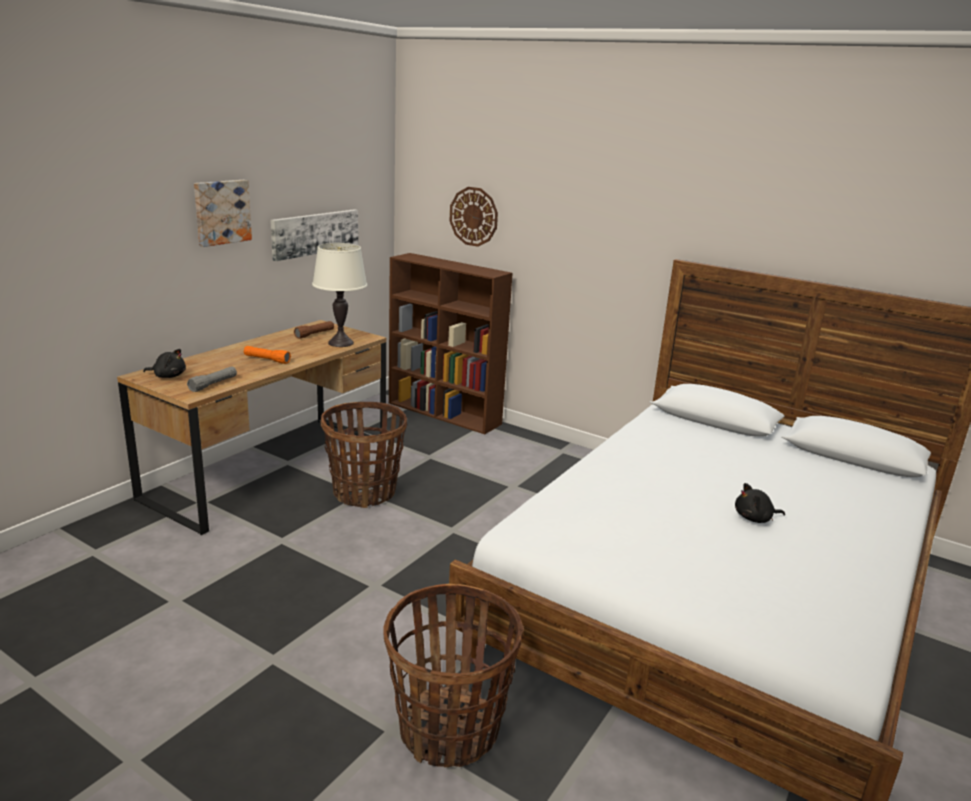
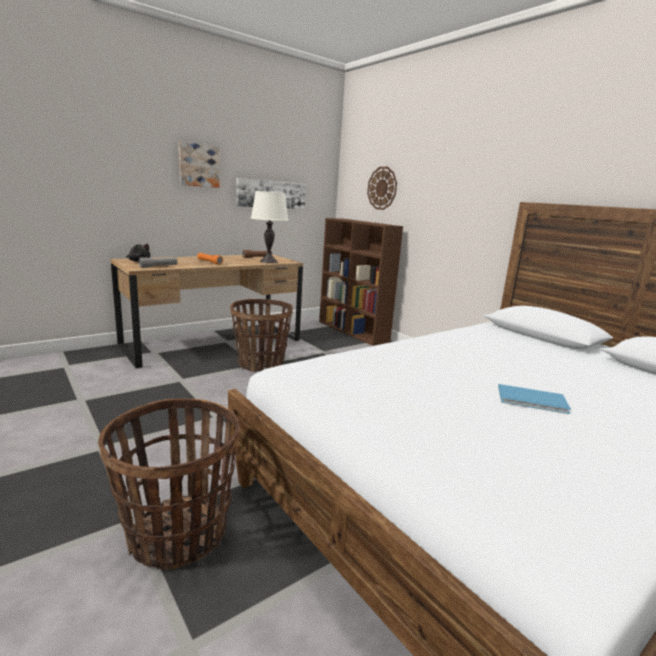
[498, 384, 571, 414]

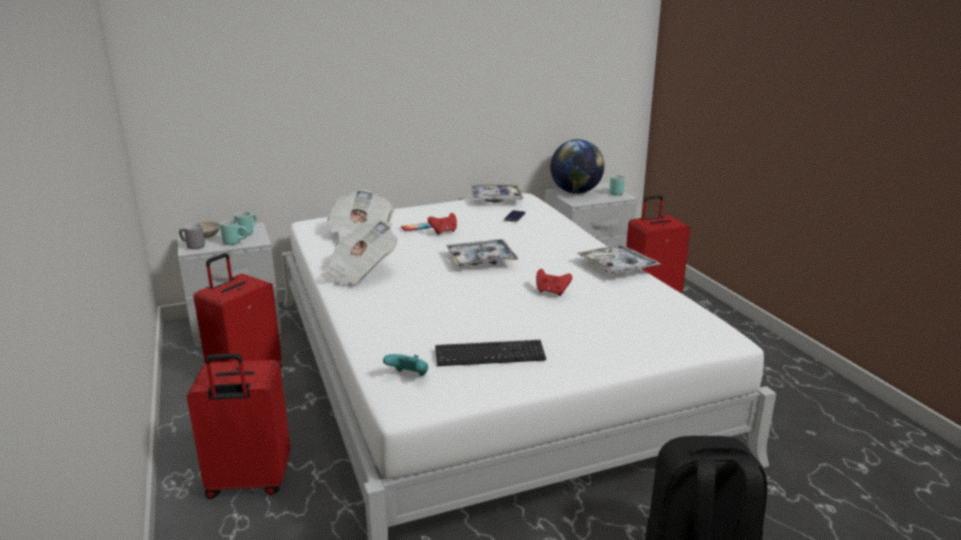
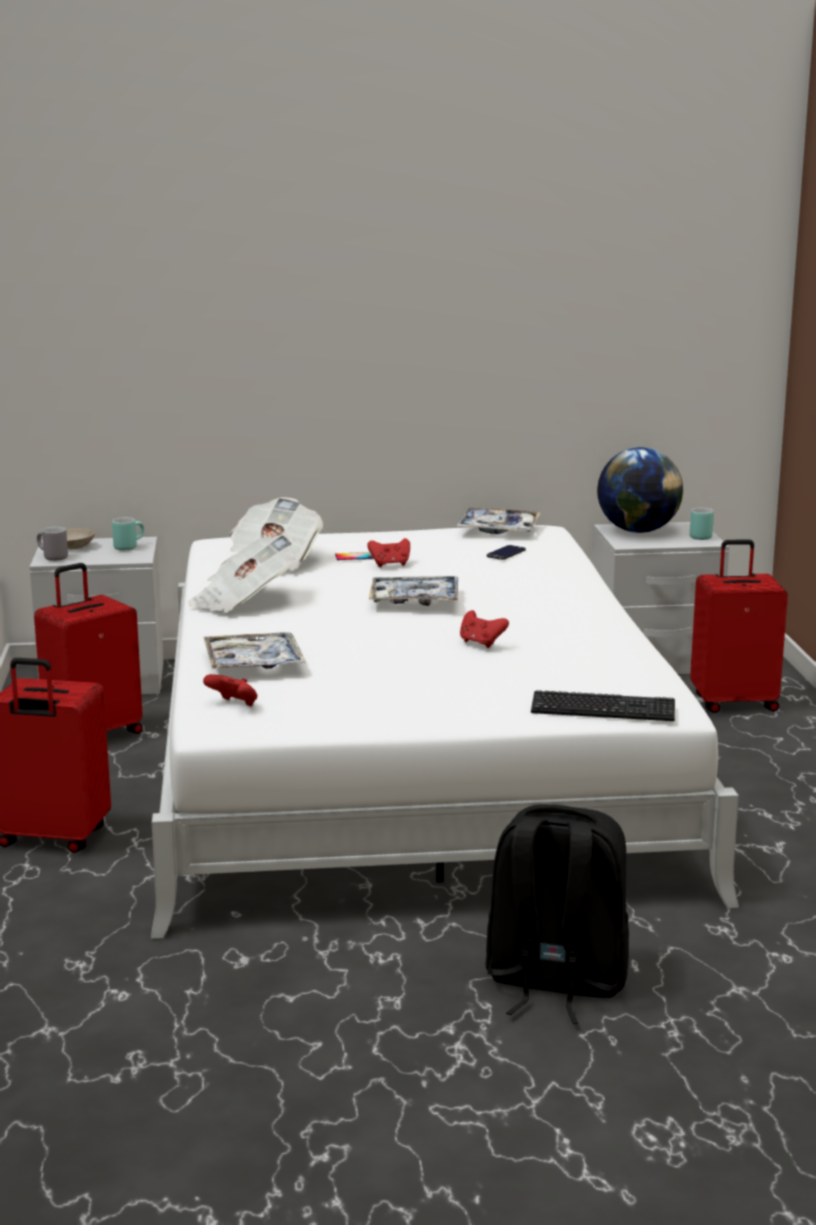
[220, 220, 248, 245] (first image)
[203, 674, 258, 707]
[531, 690, 675, 721]
[203, 632, 306, 669]

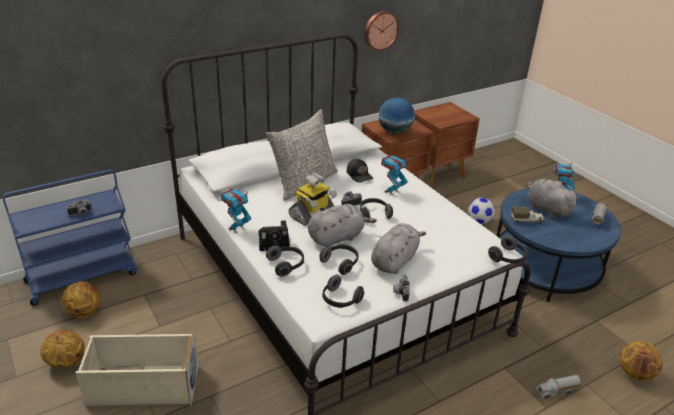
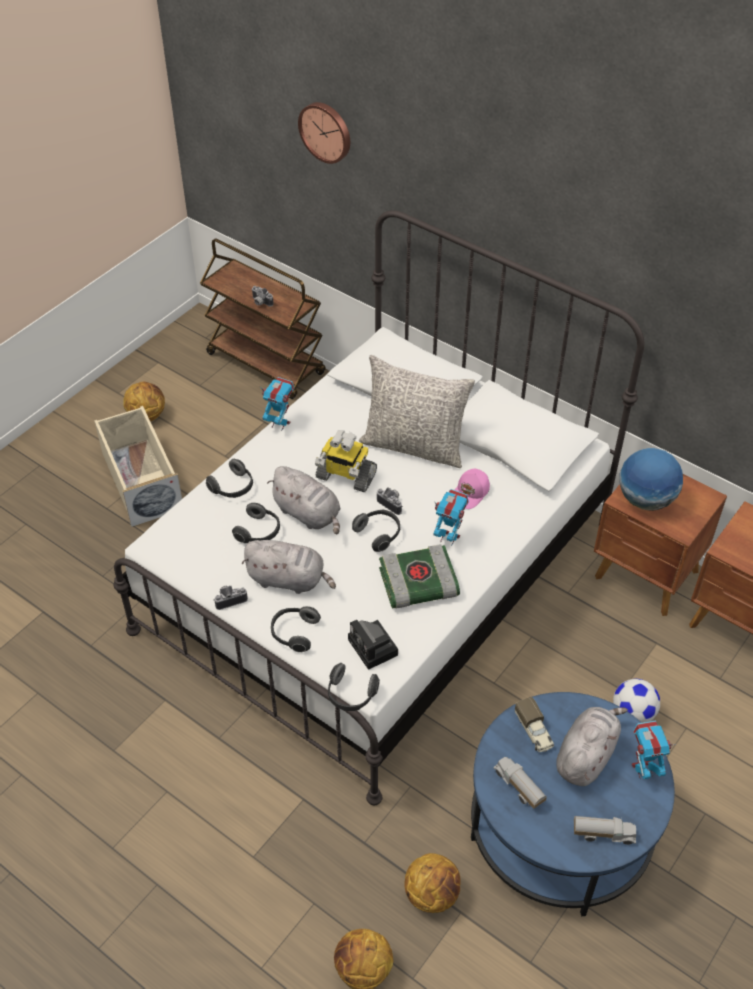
[200, 238, 326, 399]
[404, 853, 461, 913]
[348, 620, 398, 670]
[271, 607, 321, 652]
[455, 469, 490, 509]
[298, 102, 350, 164]
[493, 757, 547, 809]
[379, 544, 460, 609]

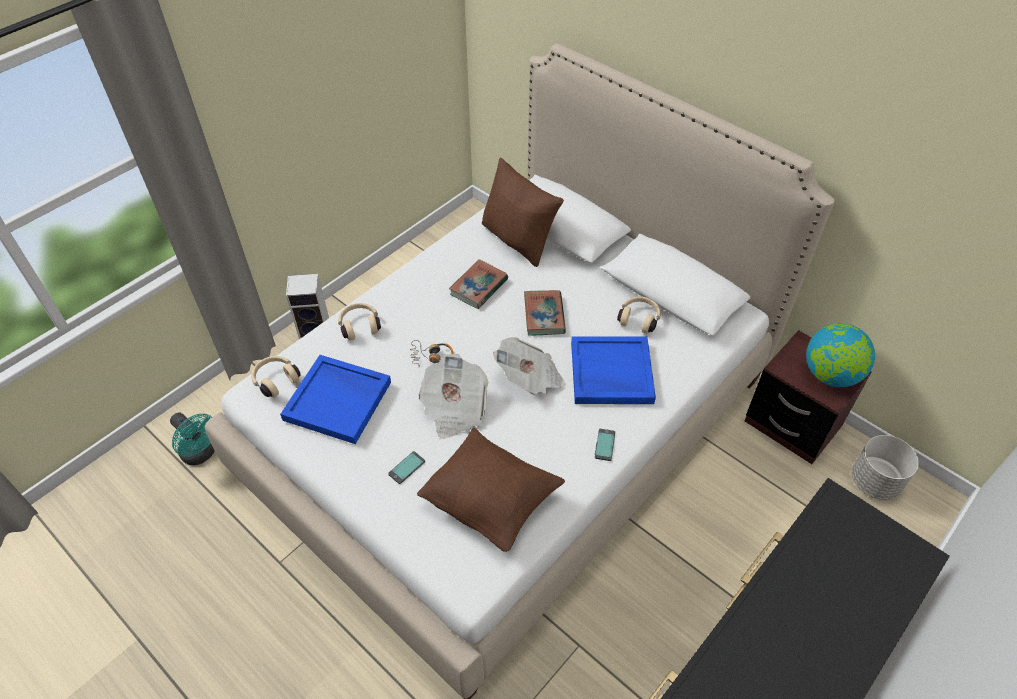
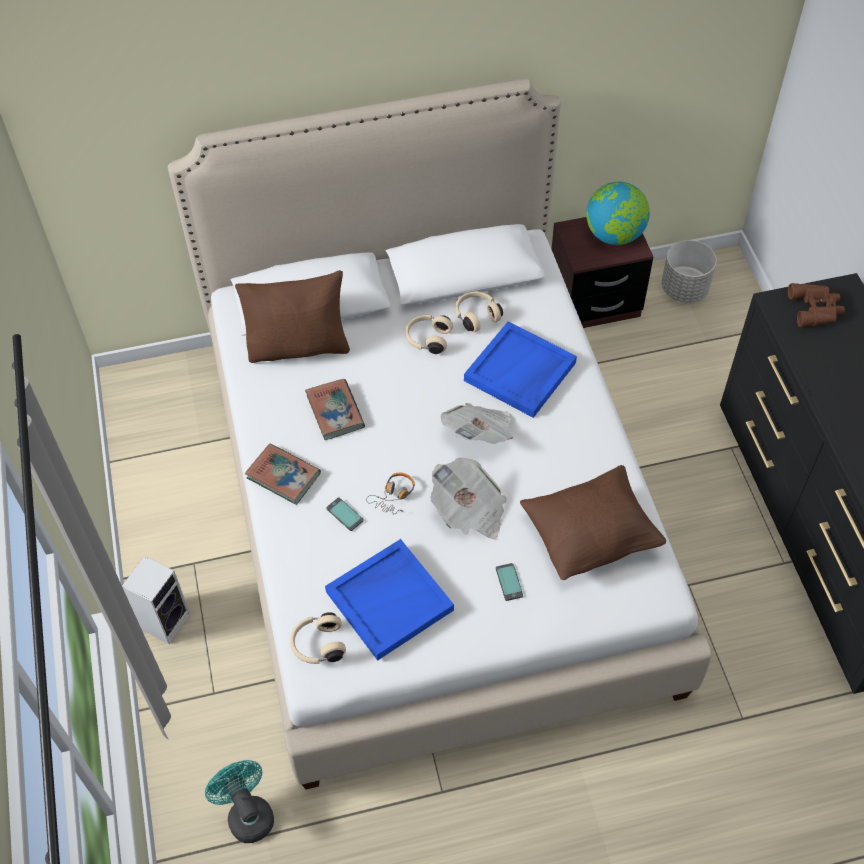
[205, 760, 274, 843]
[405, 315, 453, 354]
[245, 443, 321, 505]
[326, 497, 363, 531]
[788, 283, 845, 327]

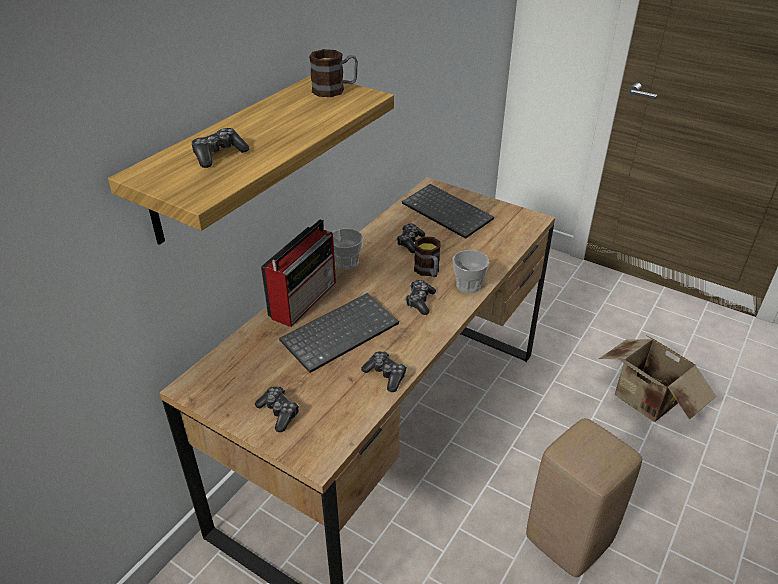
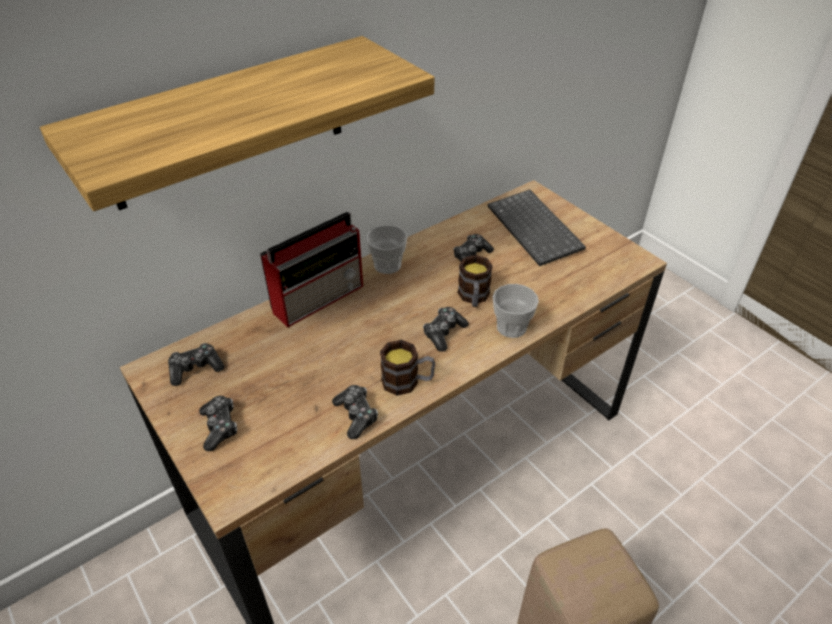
[168, 343, 224, 386]
[279, 293, 399, 373] (first image)
[380, 340, 435, 396]
[599, 335, 717, 422] (first image)

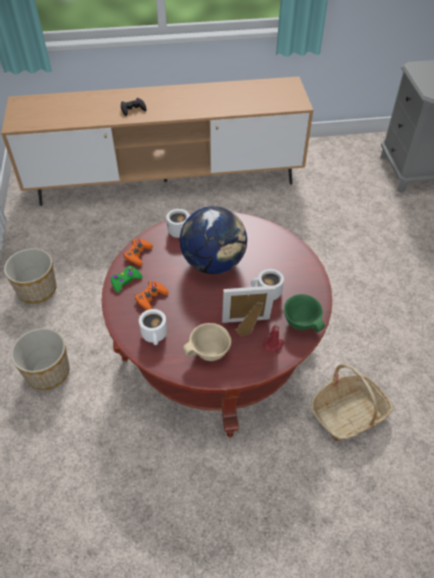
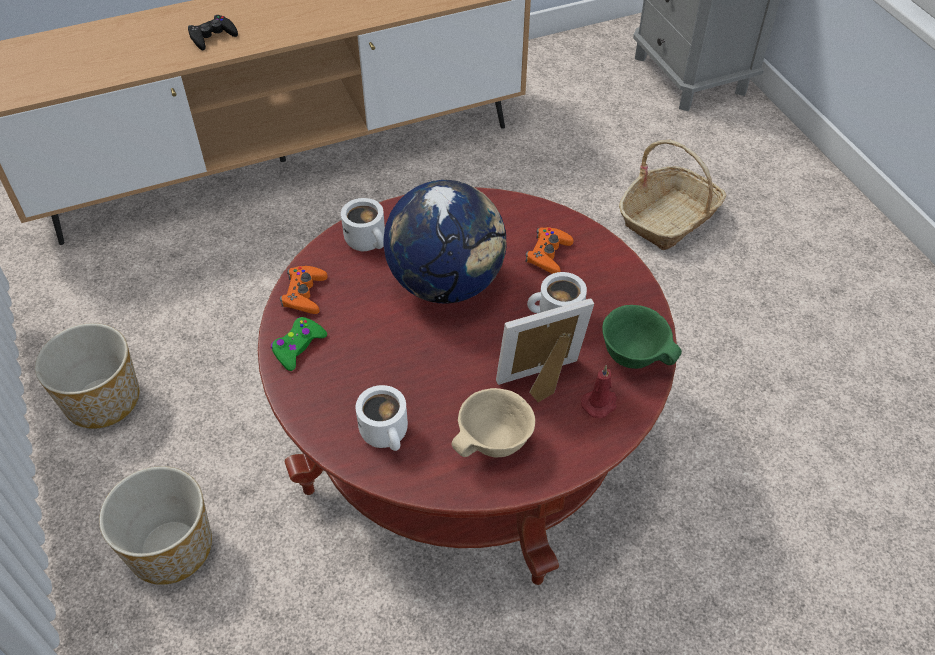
[526, 227, 574, 274]
[619, 139, 726, 250]

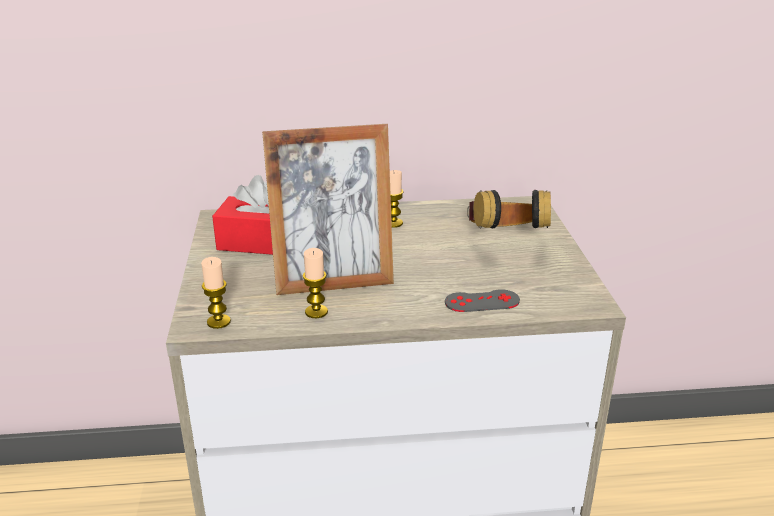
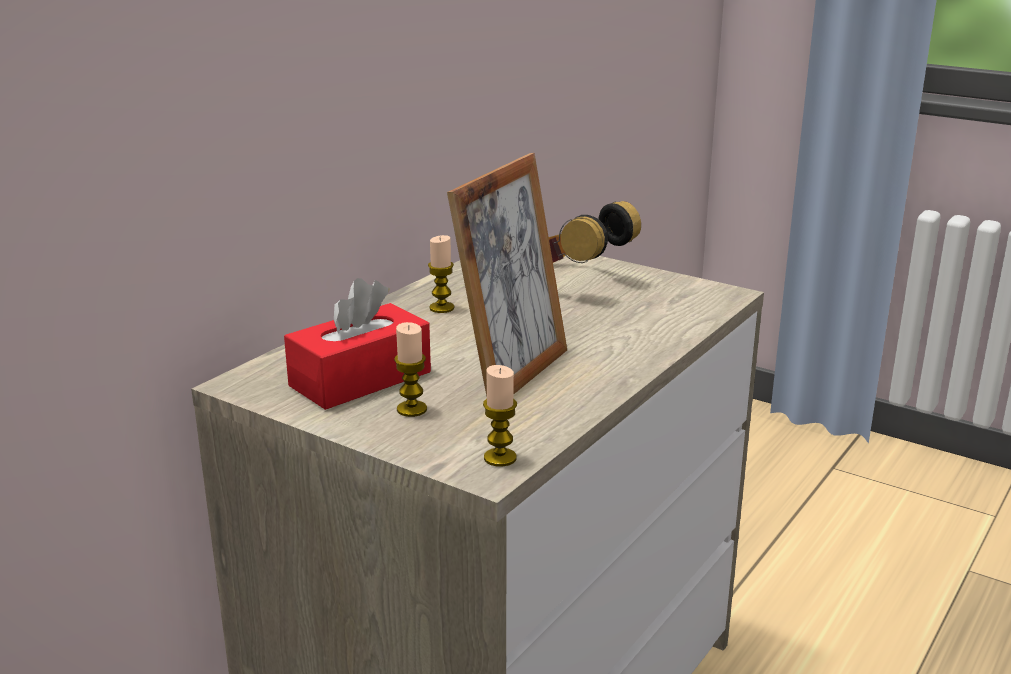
[394, 322, 427, 417]
[445, 289, 520, 312] (first image)

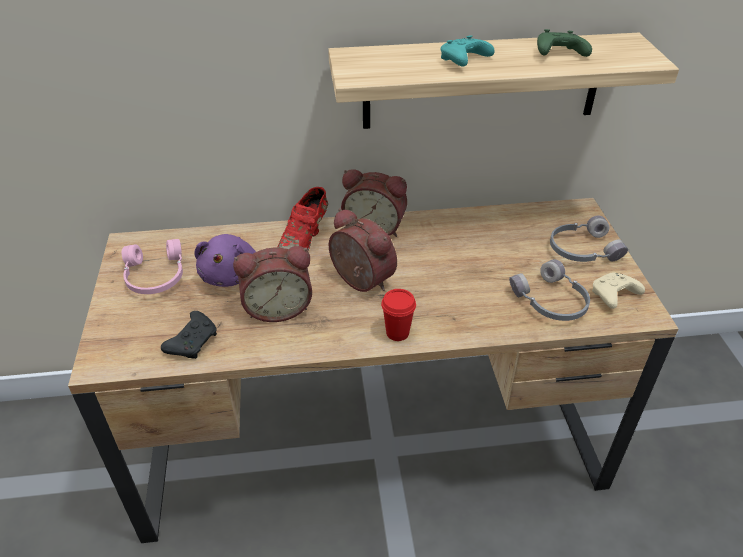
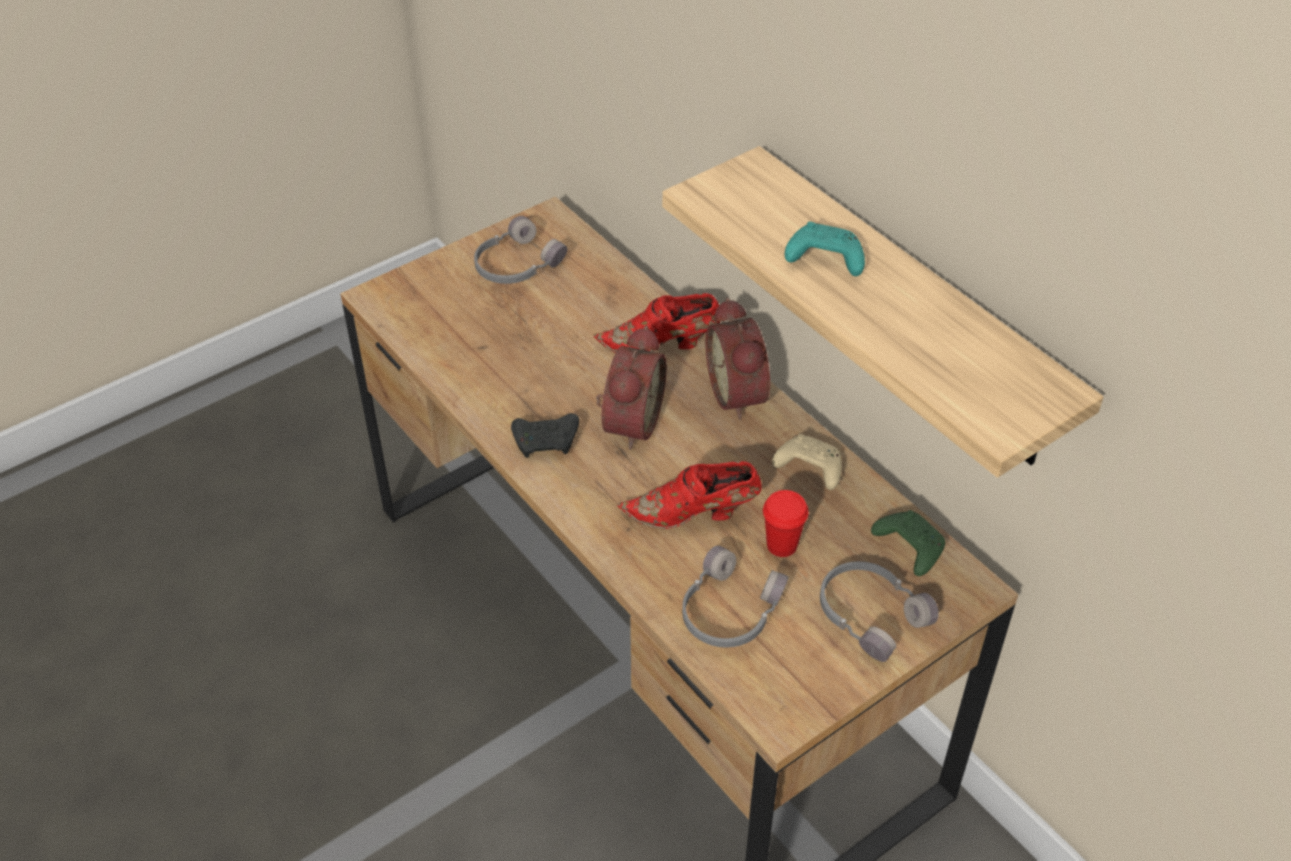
[474, 216, 568, 284]
[511, 413, 579, 458]
[194, 234, 256, 287] (first image)
[233, 246, 312, 322] (first image)
[763, 490, 809, 557]
[871, 510, 945, 576]
[772, 434, 842, 490]
[617, 461, 762, 529]

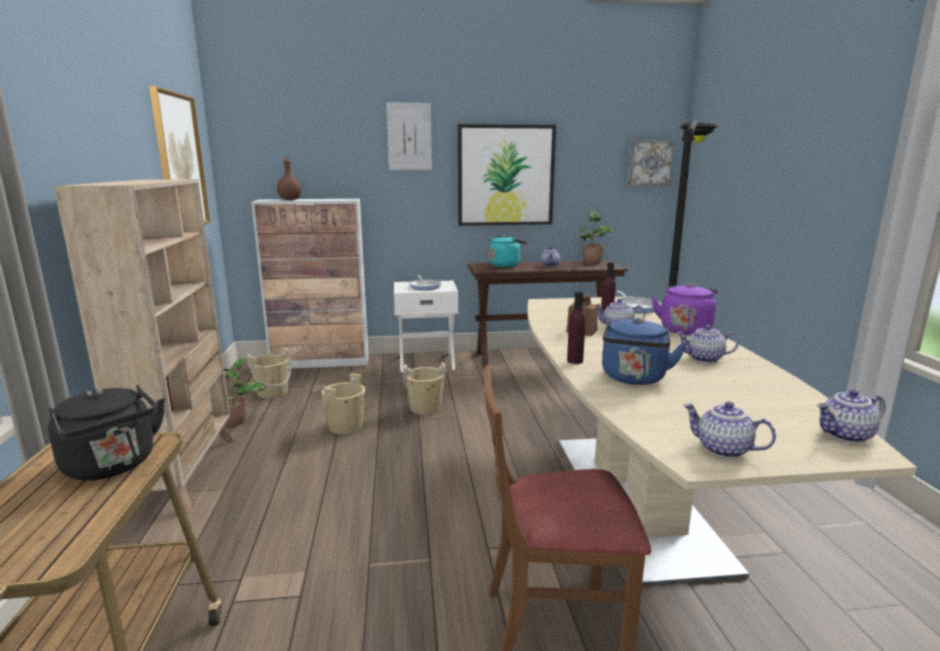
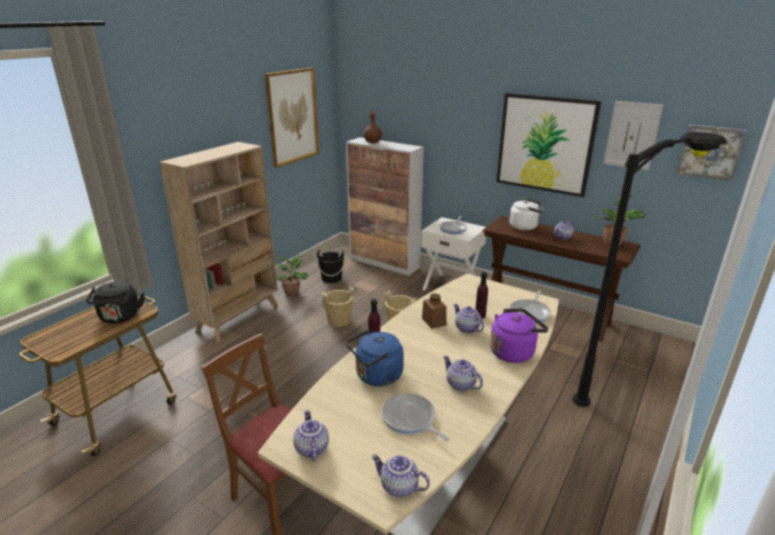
[316, 250, 345, 283]
[604, 101, 663, 170]
[509, 198, 543, 231]
[381, 393, 449, 441]

